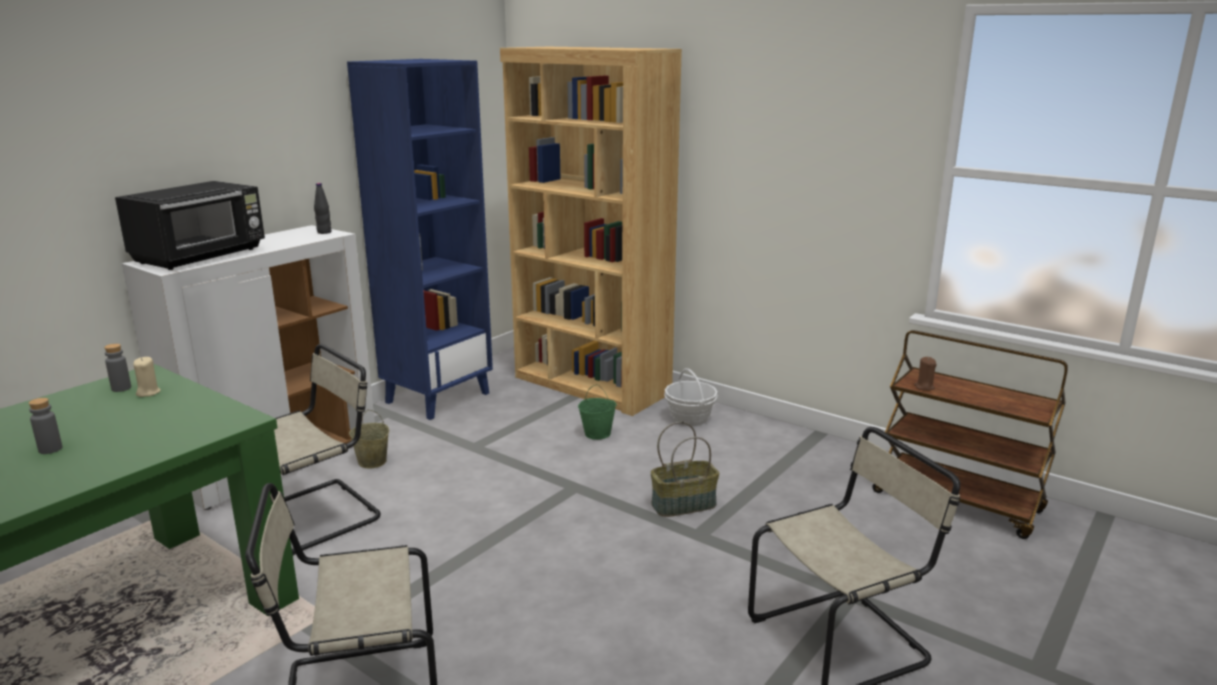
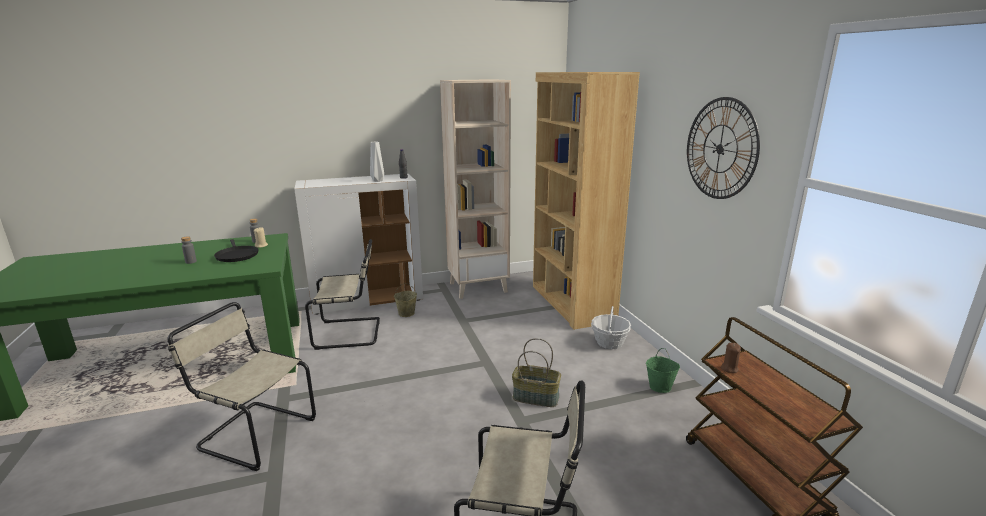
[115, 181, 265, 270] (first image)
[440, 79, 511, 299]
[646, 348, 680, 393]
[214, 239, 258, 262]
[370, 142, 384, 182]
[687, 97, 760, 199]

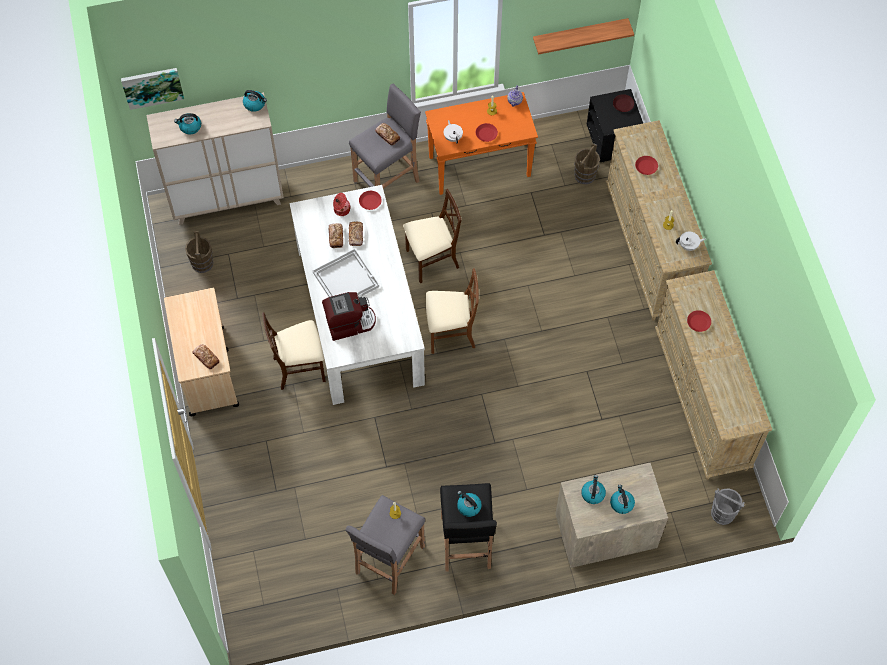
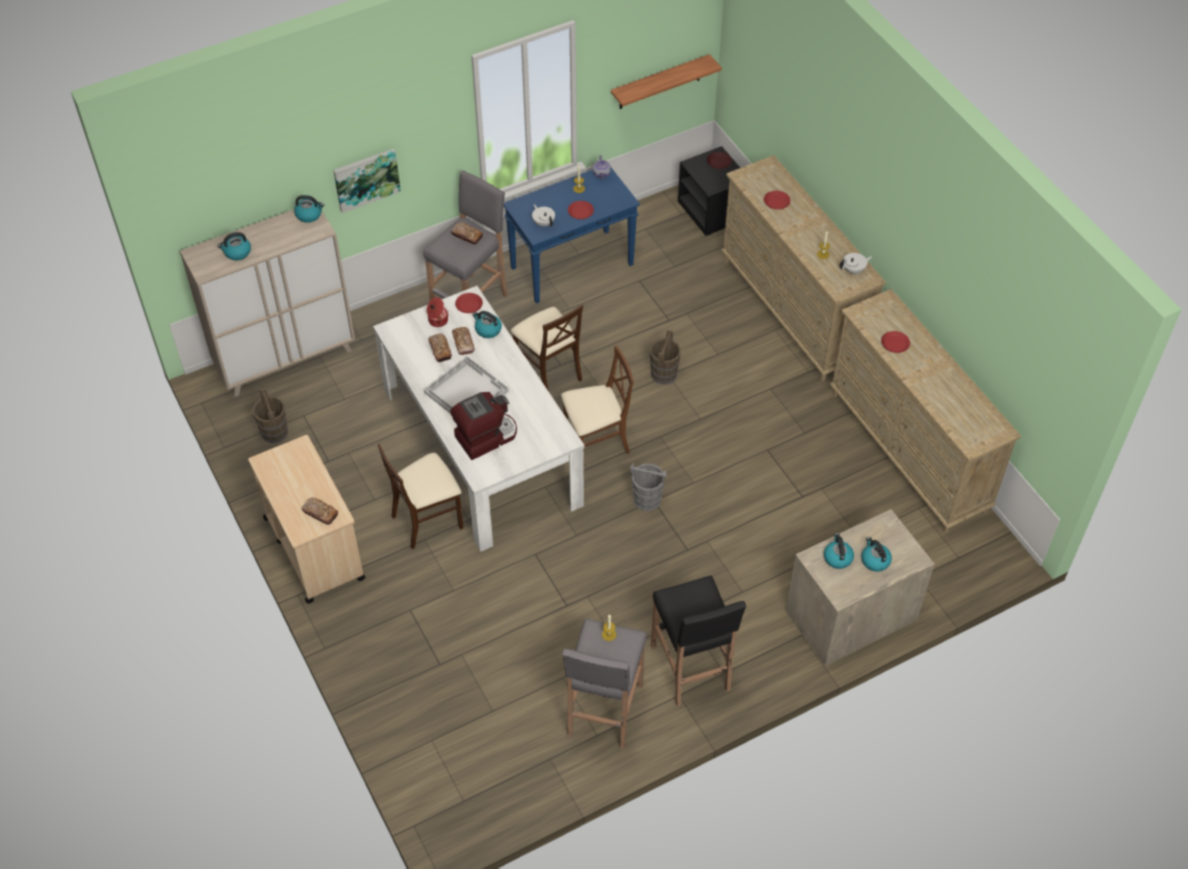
[333, 149, 401, 213]
[511, 305, 583, 390]
[504, 166, 640, 304]
[472, 311, 502, 338]
[650, 330, 681, 384]
[630, 463, 667, 511]

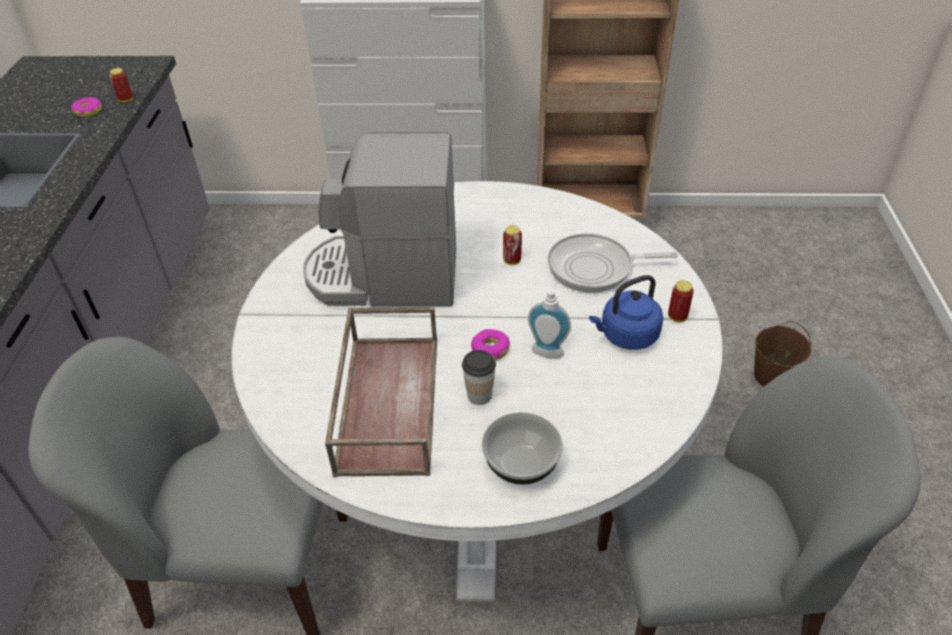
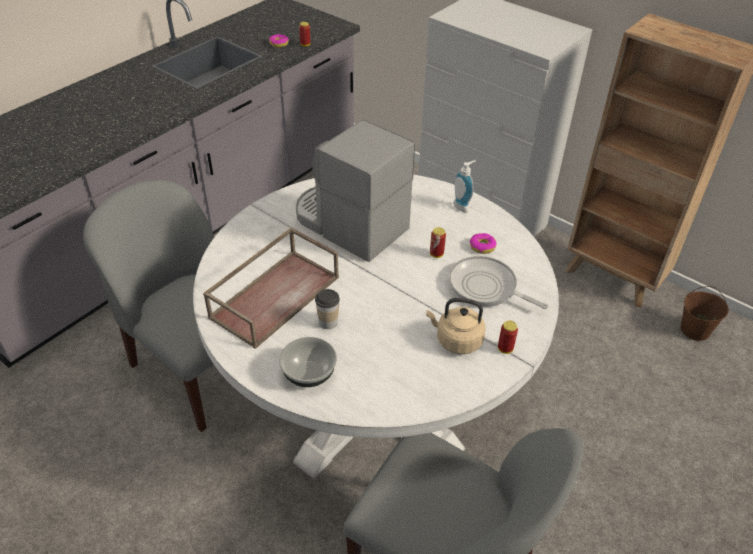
[470, 233, 497, 254]
[453, 160, 476, 213]
[426, 298, 485, 354]
[681, 286, 729, 341]

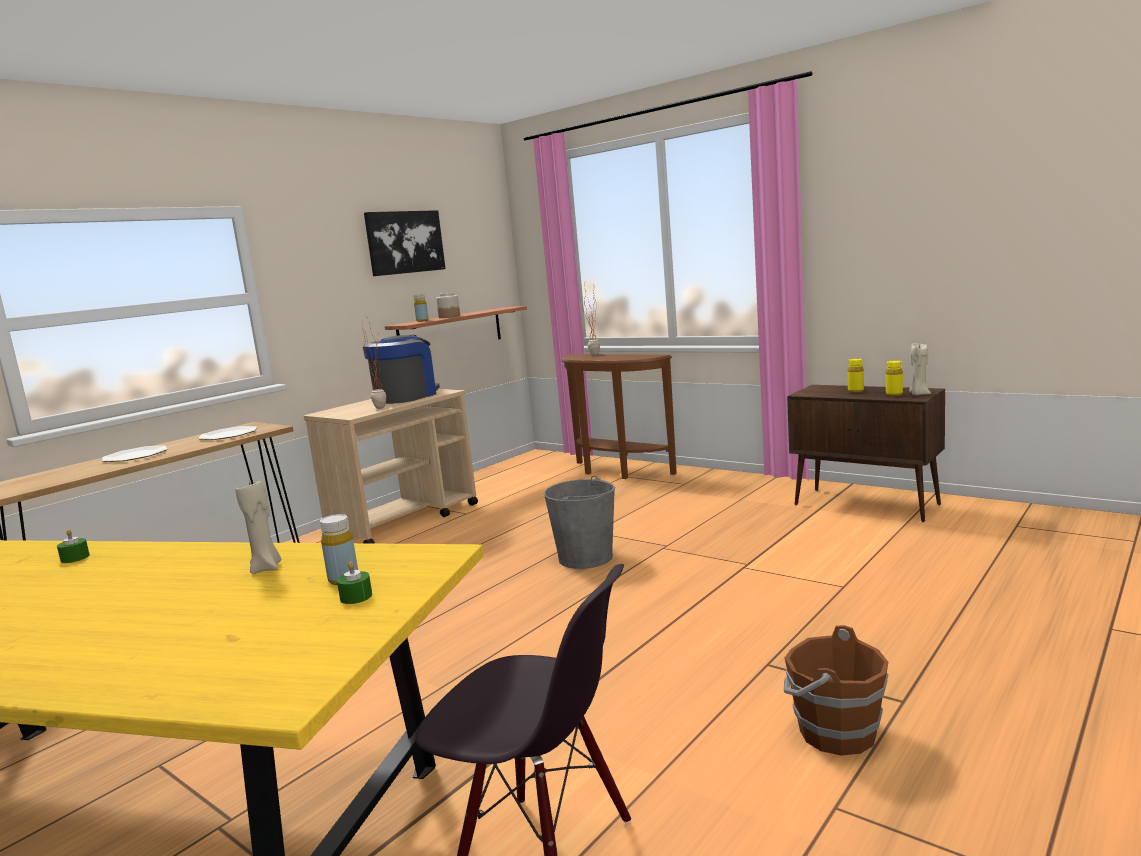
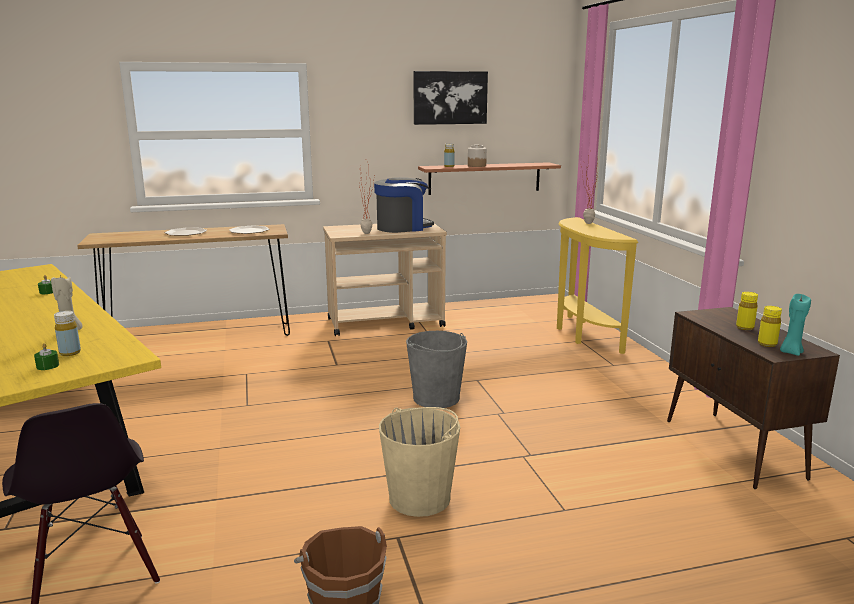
[557, 217, 638, 354]
[780, 294, 811, 356]
[379, 407, 460, 517]

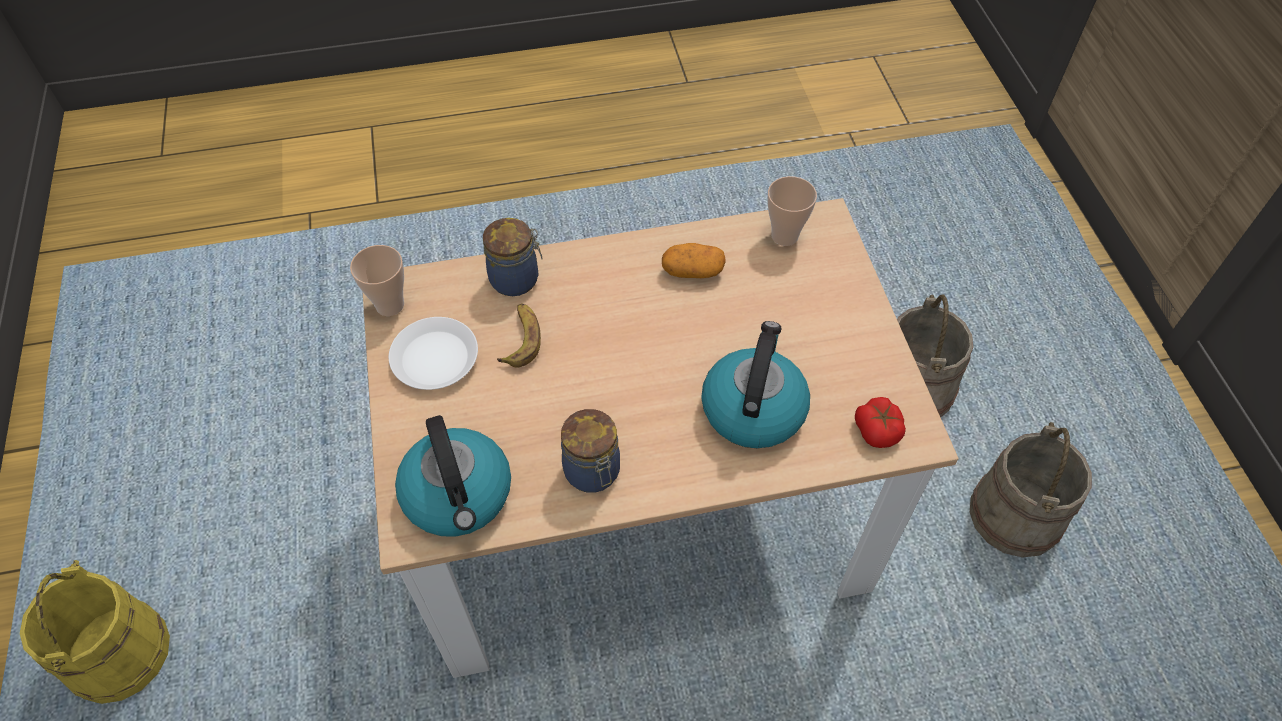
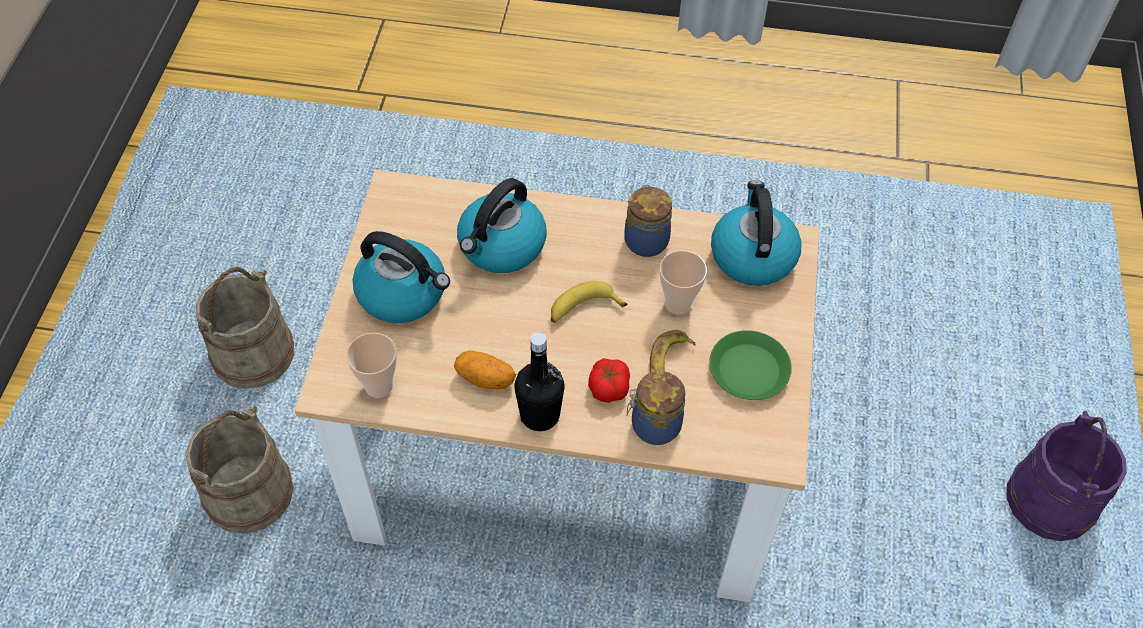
[1007, 411, 1127, 541]
[660, 250, 707, 315]
[709, 330, 792, 400]
[588, 358, 630, 403]
[353, 231, 450, 323]
[514, 332, 565, 431]
[551, 281, 627, 323]

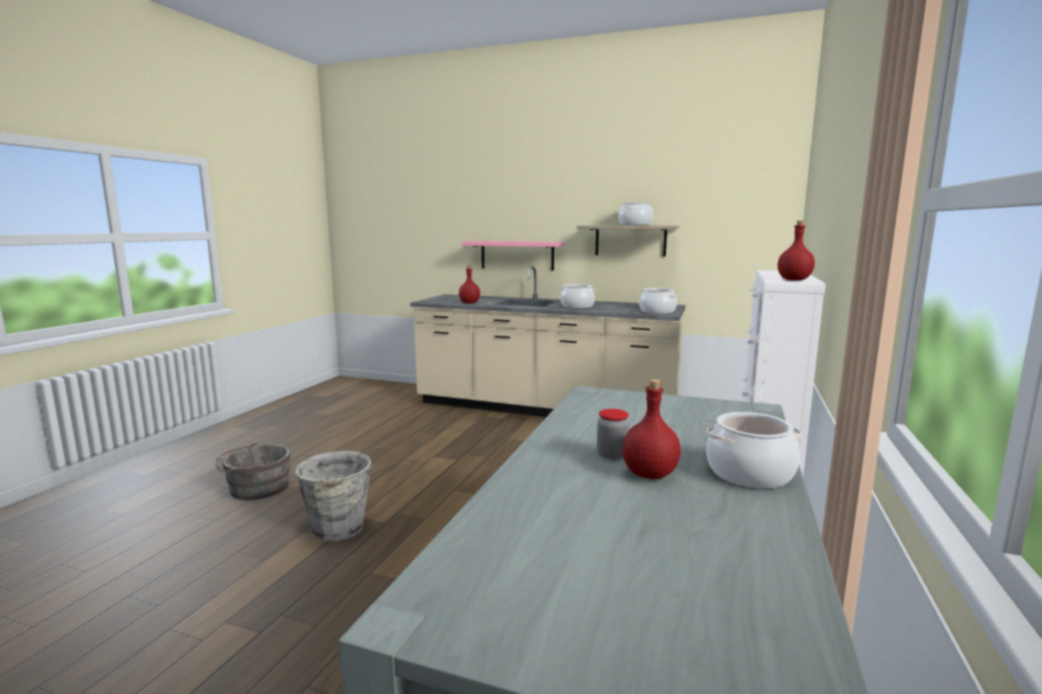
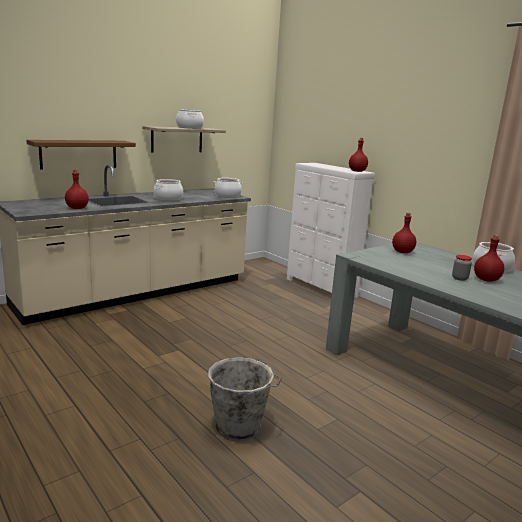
[215, 440, 291, 500] (first image)
[26, 140, 136, 170]
[392, 213, 416, 253]

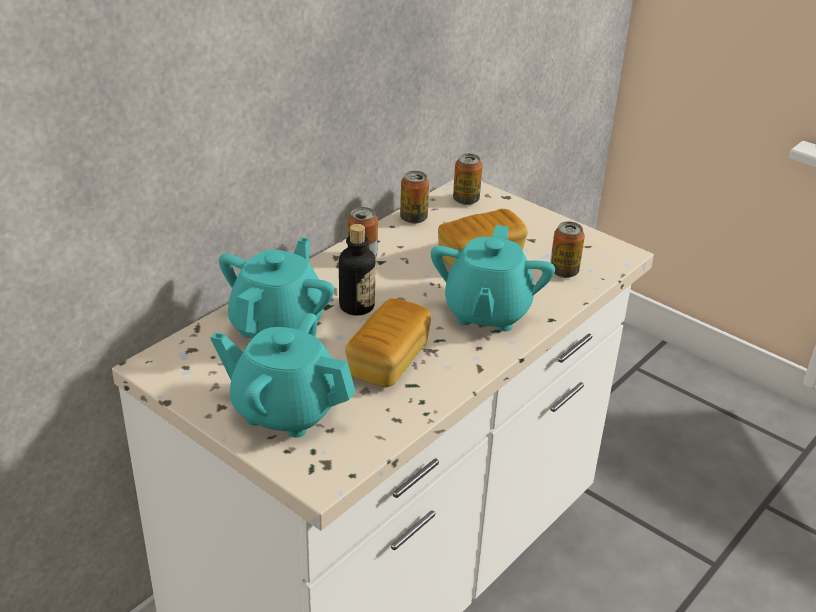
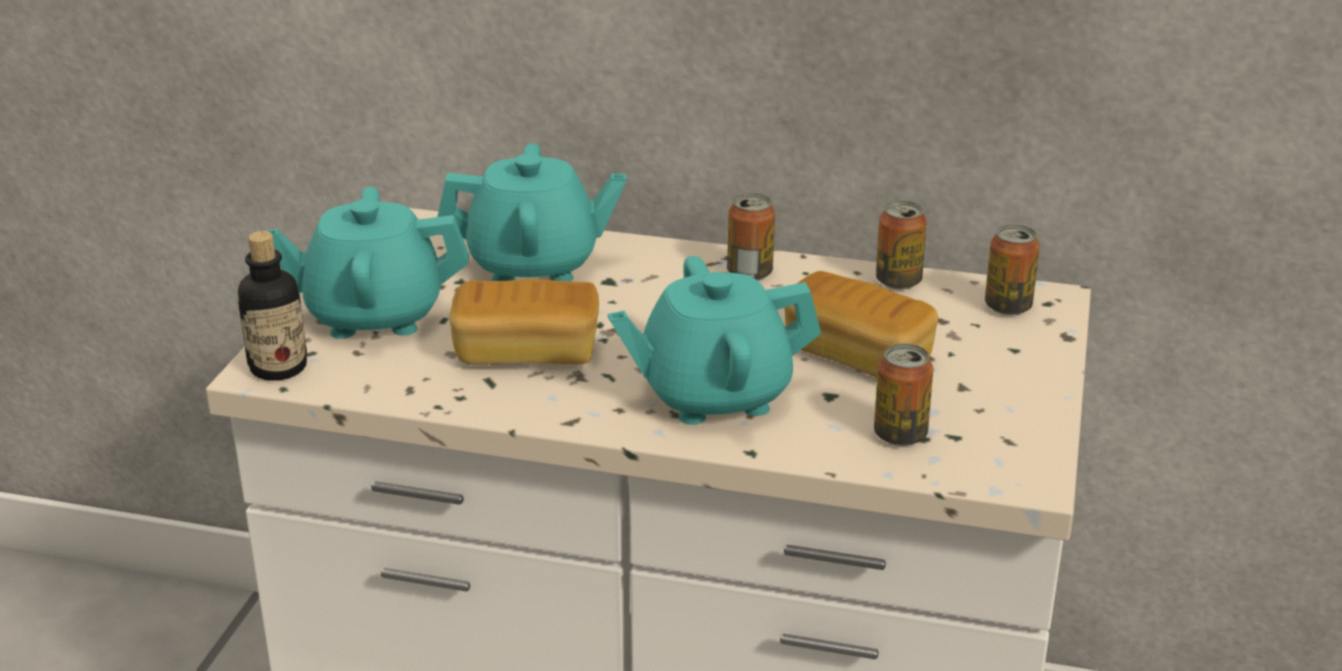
[264, 187, 469, 339]
[238, 231, 307, 381]

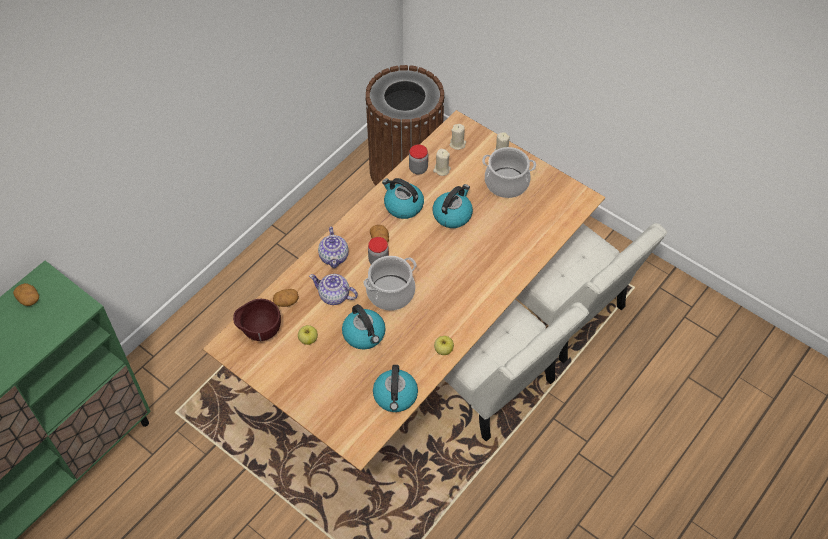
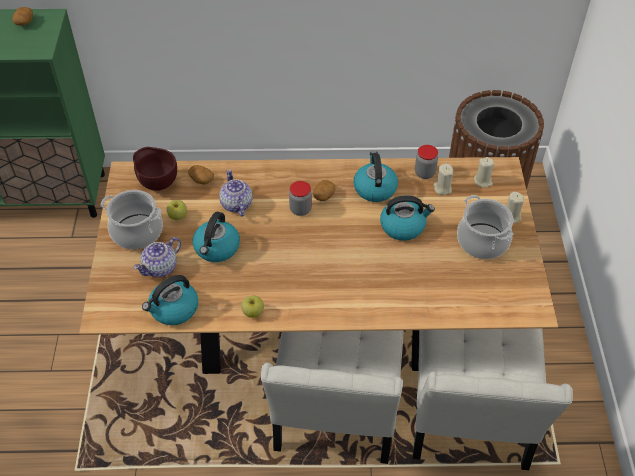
[133, 237, 181, 277]
[101, 190, 163, 249]

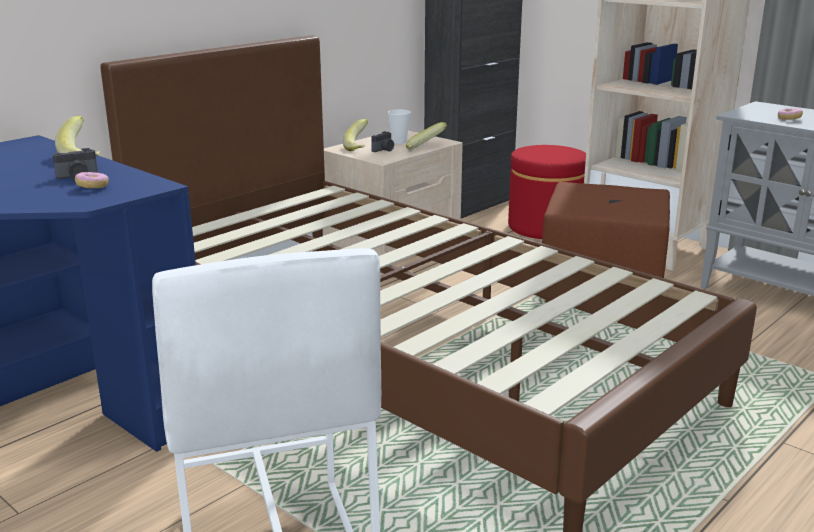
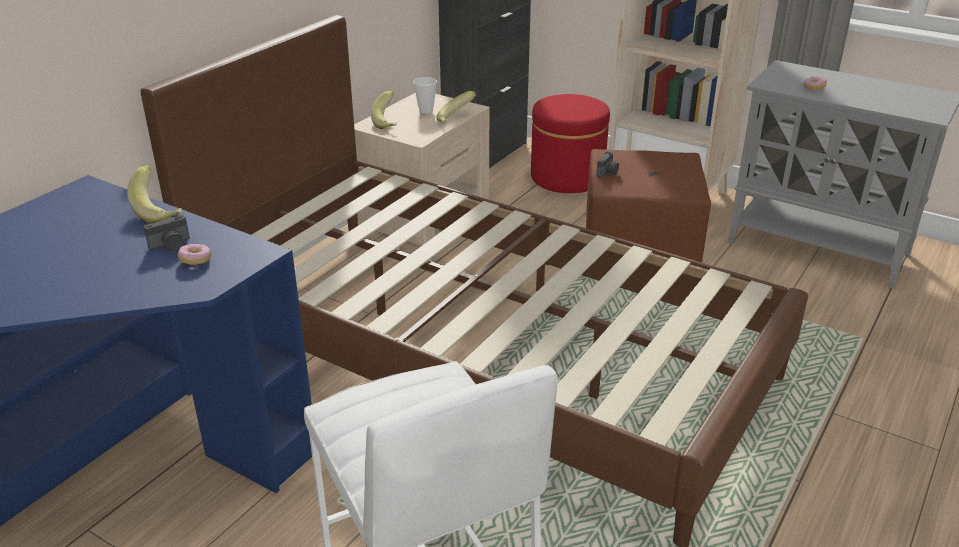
[596, 151, 619, 177]

